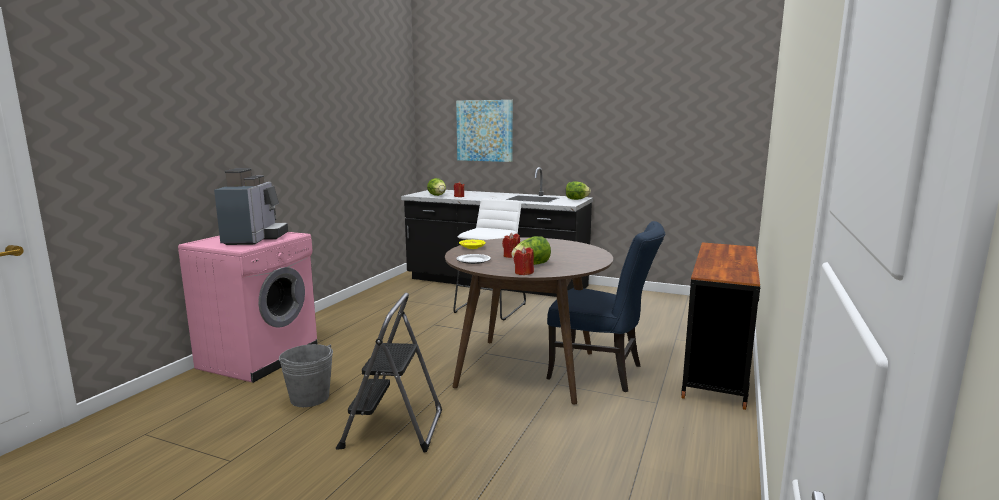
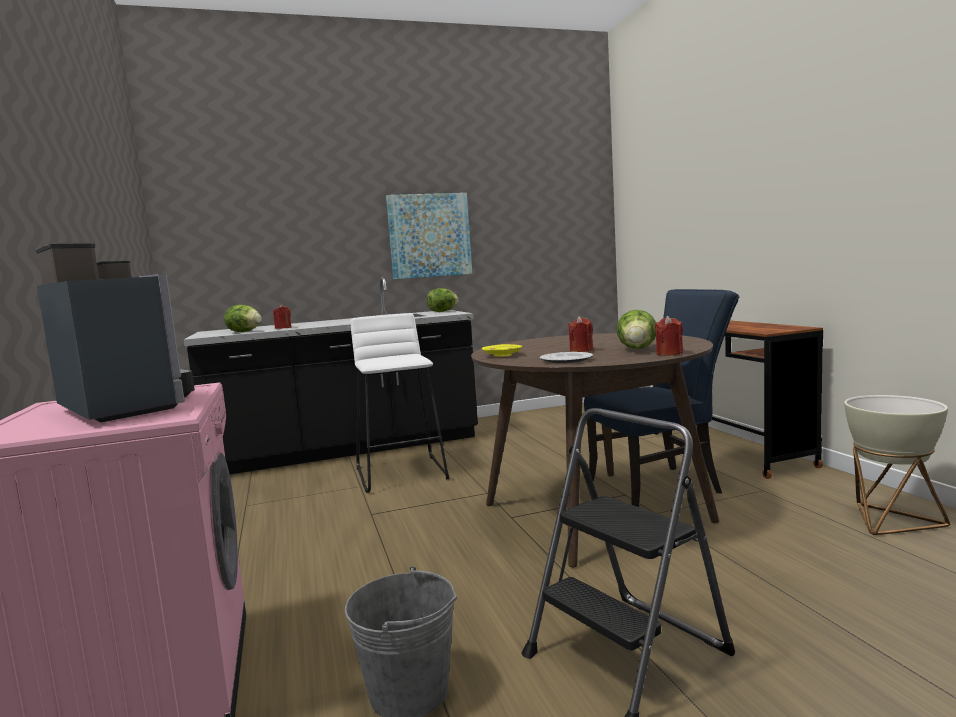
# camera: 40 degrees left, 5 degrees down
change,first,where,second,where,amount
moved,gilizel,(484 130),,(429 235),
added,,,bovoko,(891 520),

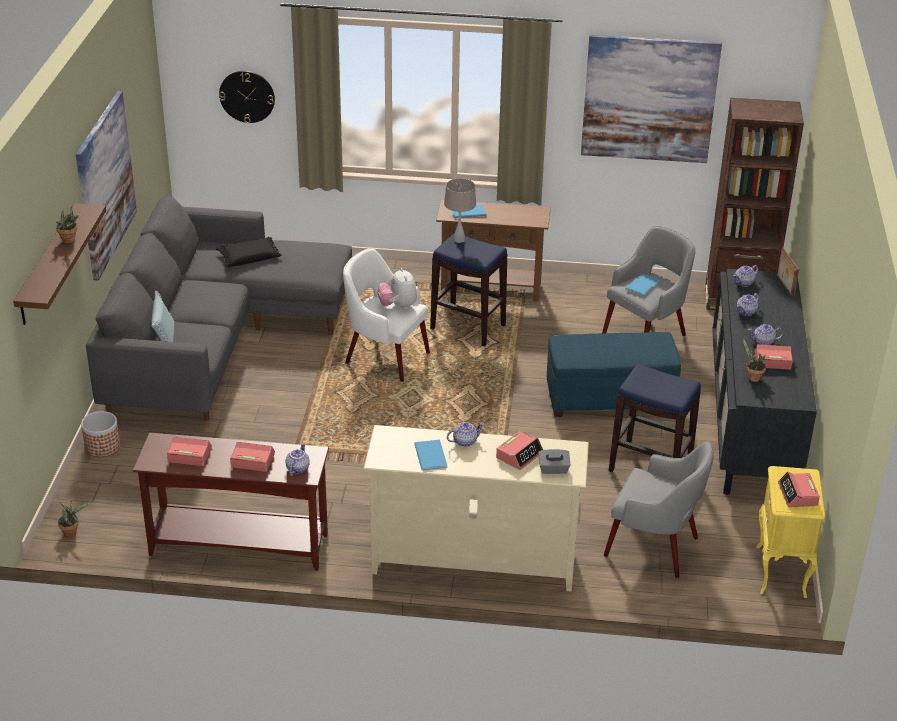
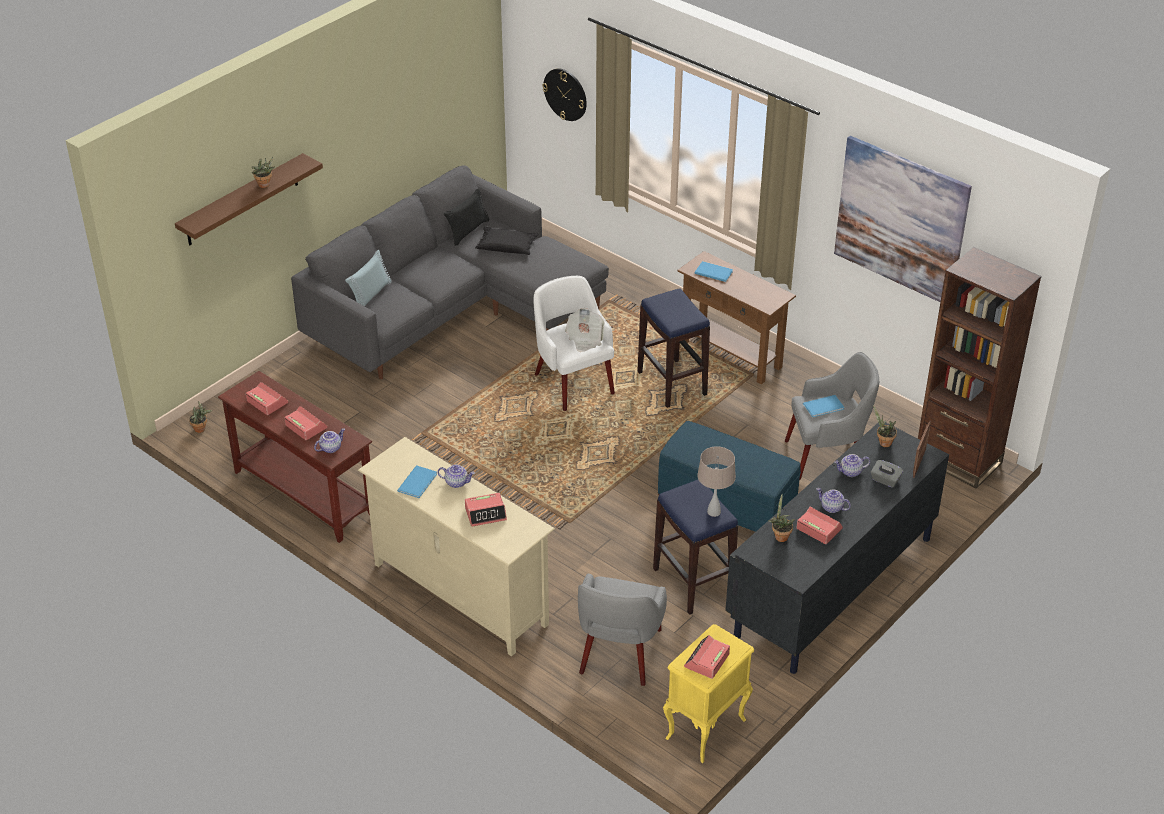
# camera: 35 degrees right, 5 degrees up
change,first,where,second,where,amount
removed,gilizel,(105 184),,,
moved,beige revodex,(459 239),,(714 511),
replaced,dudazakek,(744 283),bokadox,(883 442),
replaced,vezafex,(398 306),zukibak,(584 339),
removed,bovoko,(102 446),,,
turned,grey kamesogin,(654 547),,(619 653),45 degrees clockwise
moved,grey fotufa,(553 469),,(885 480),
added,,,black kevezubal,(468 231),

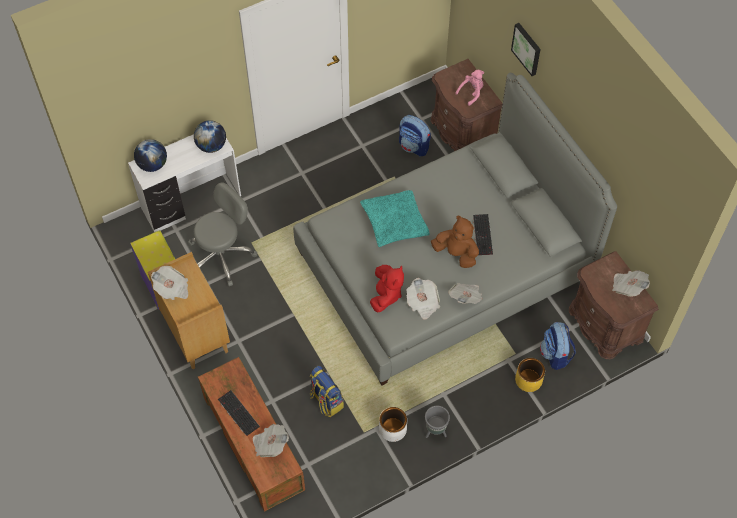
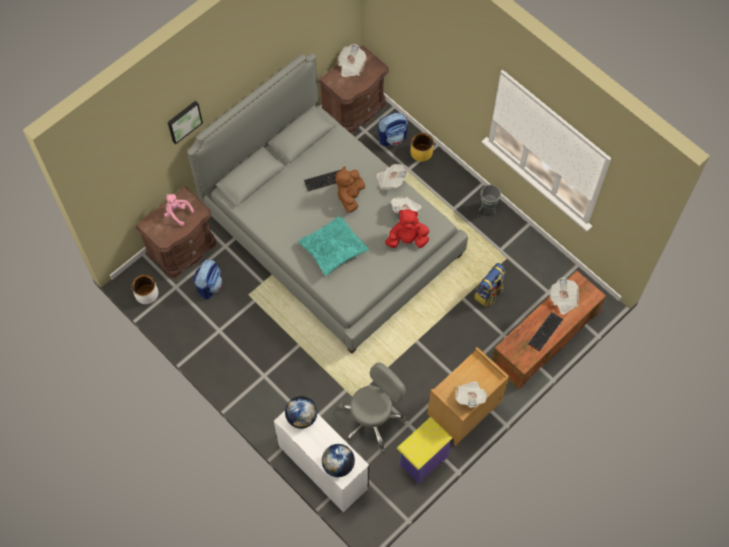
# camera: 105 degrees left, 5 degrees up
change,first,where,second,where,amount
turned,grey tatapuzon,(223 254),,(373 419),105 degrees clockwise
moved,white bovoko,(392 429),,(147 294),

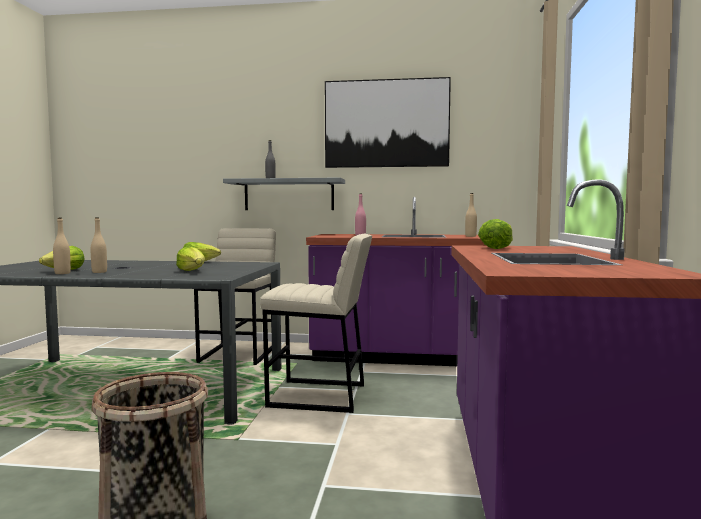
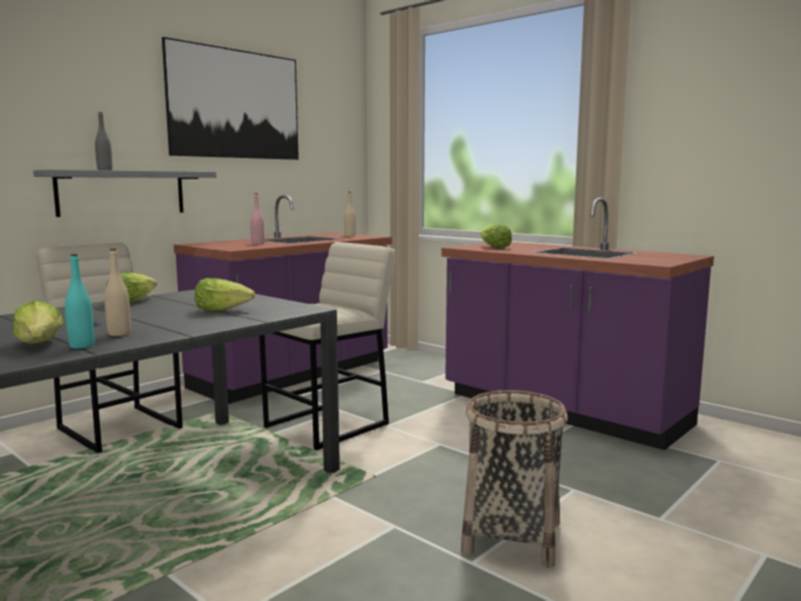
# camera: 55 degrees left, 5 degrees up
change,first,where,second,where,amount
recoloured,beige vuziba,(62 273),turquoise vuziba,(82 346),

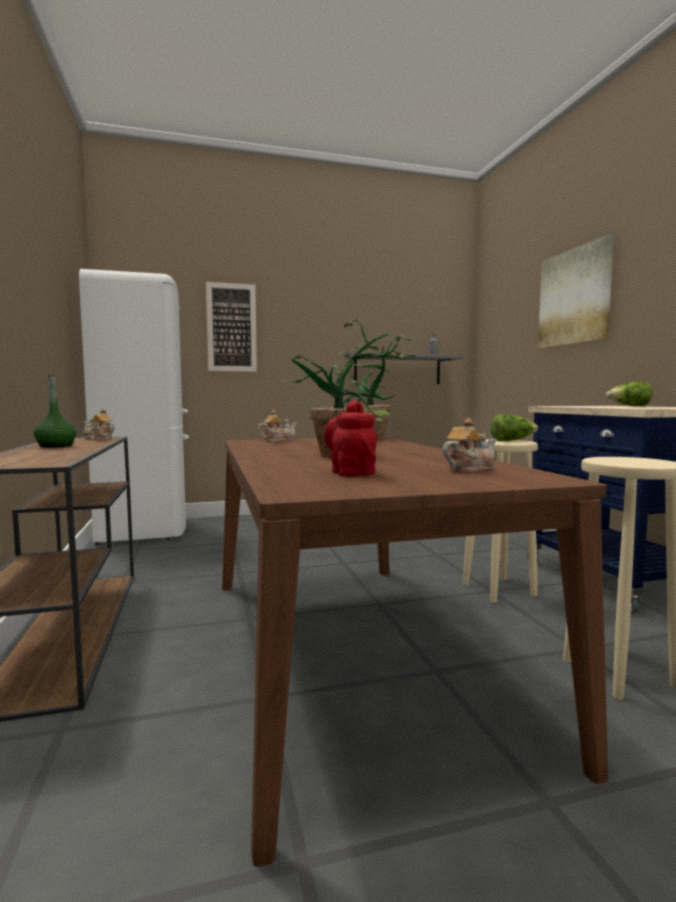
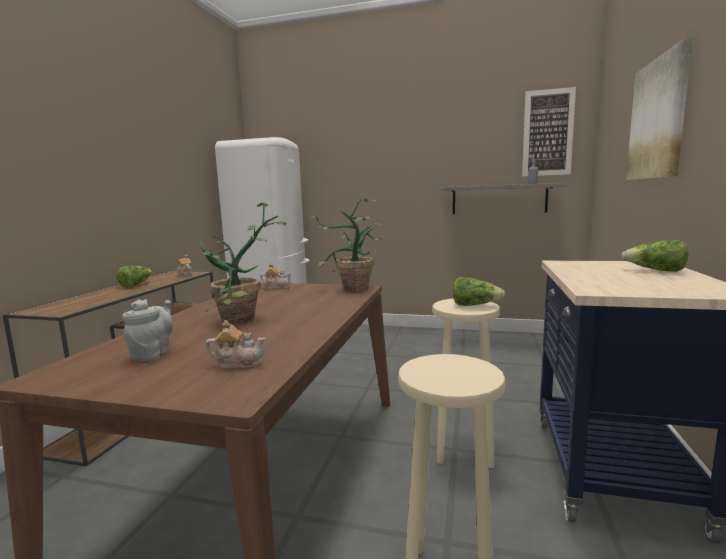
# camera: 30 degrees right, 5 degrees up
change,first,where,second,where,amount
moved,gilizel,(231 327),,(548 133),
replaced,green vuziba,(56 446),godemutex,(136 285),
recoloured,red dudazakek,(351 473),grey dudazakek,(153 353),

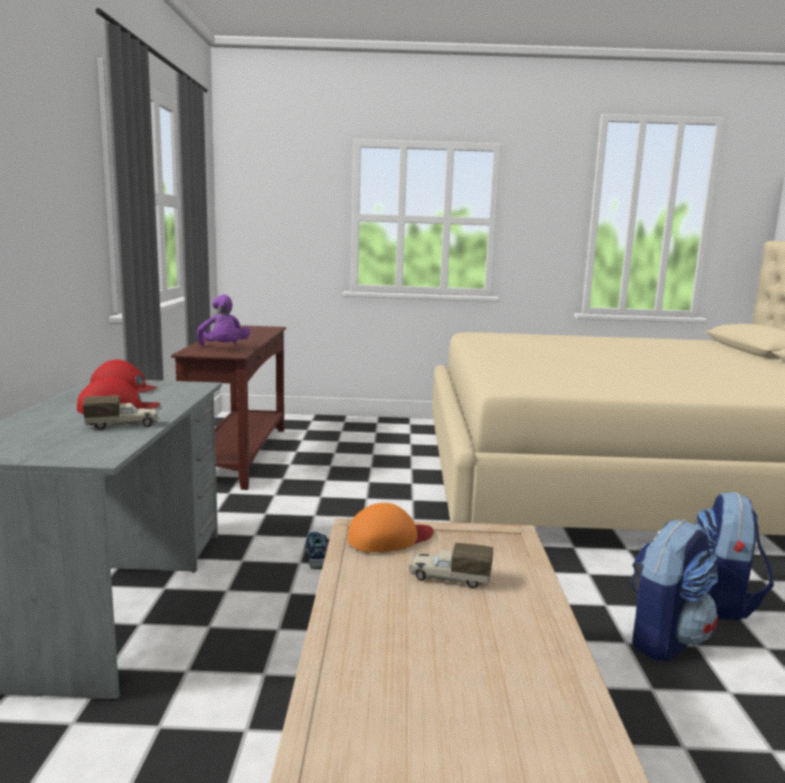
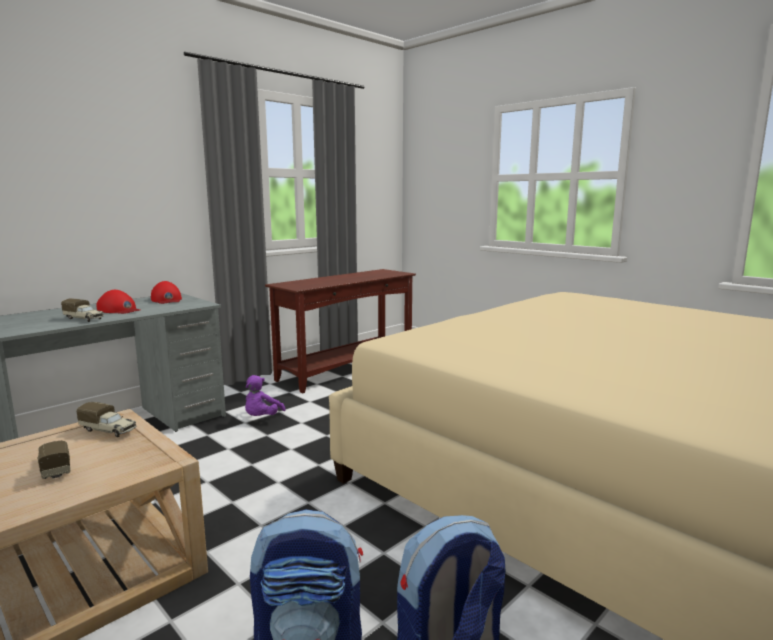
# camera: 45 degrees right, 0 degrees up
change,first,where,second,where,amount
moved,purple vezafex,(224 348),,(262 418),
replaced,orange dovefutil,(389 538),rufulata,(109 430),
removed,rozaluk,(316 555),,,

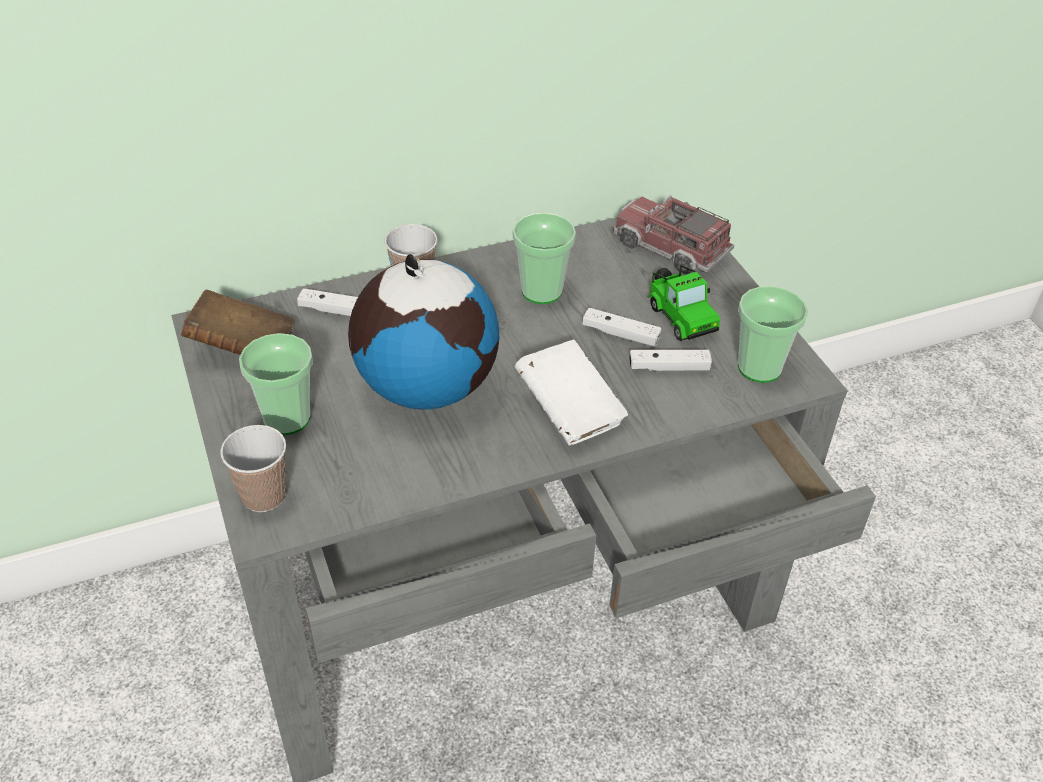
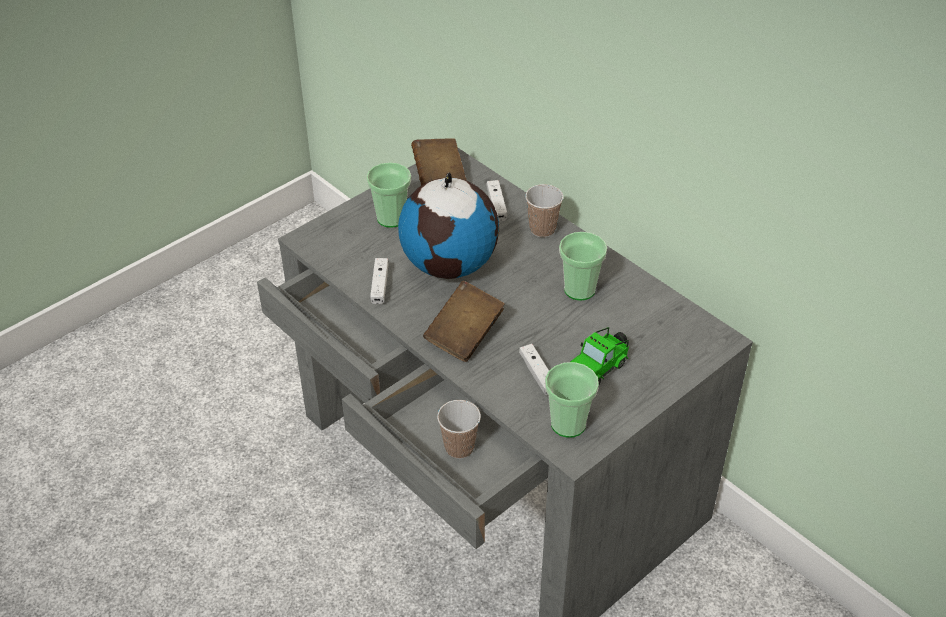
# camera: 70 degrees right, 0 degrees up
change,first,where,second,where,amount
removed,rufulata,(670 248),,,
moved,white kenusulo,(620 334),,(379 285),
recoloured,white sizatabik,(569 411),brown sizatabik,(464 335),
moved,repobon,(264 496),,(459 447),

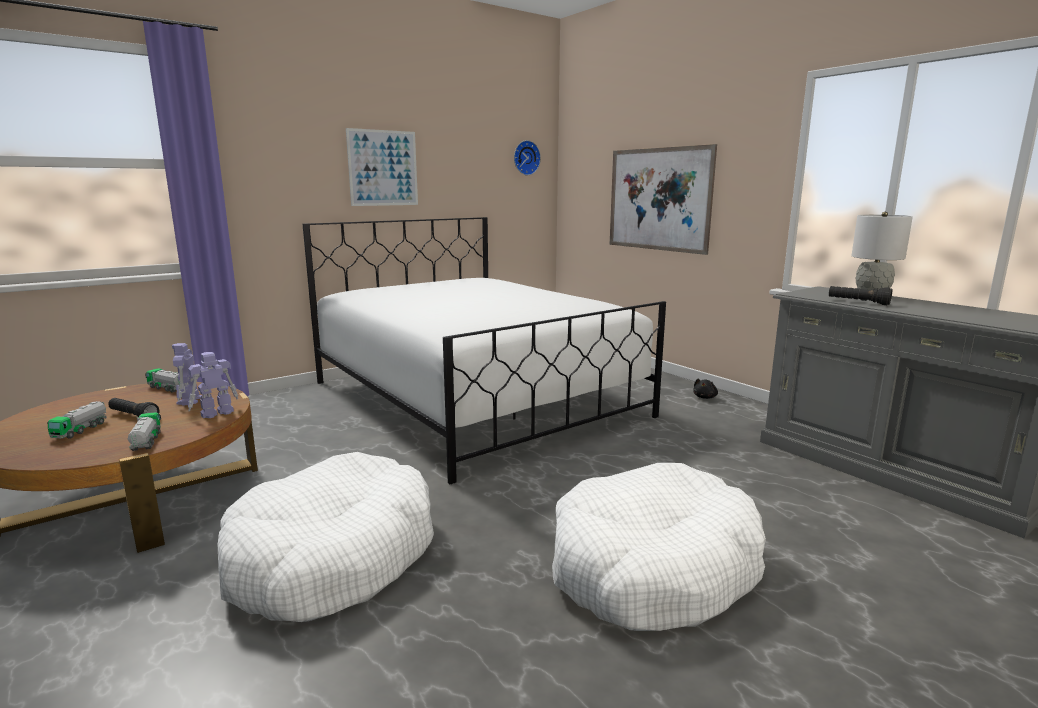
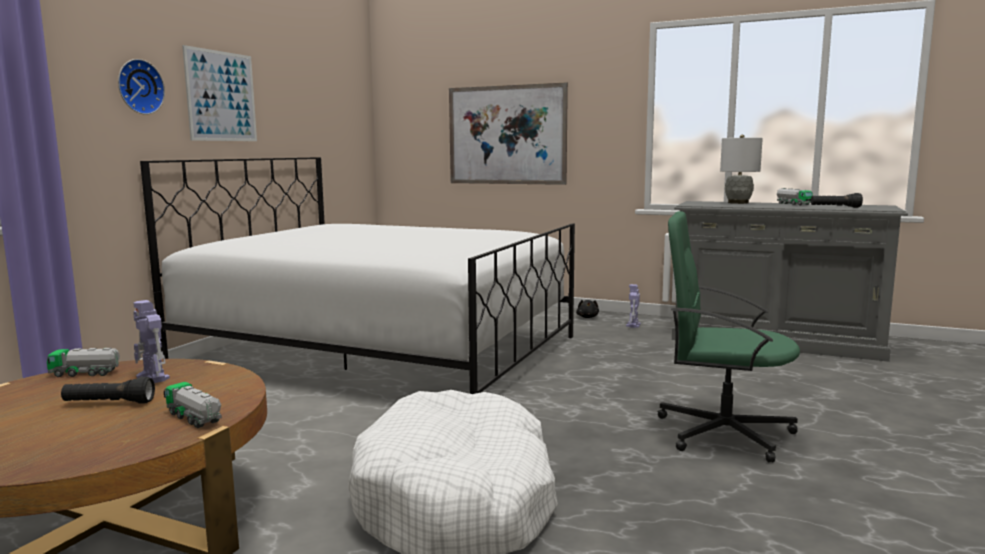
# camera: 30 degrees left, 5 degrees down
change,first,where,second,where,amount
moved,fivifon,(525 158),,(138 87),
moved,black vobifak,(858 302),,(835 207),
moved,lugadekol,(216 413),,(633 325),
moved,rufulata,(81 430),,(793 204),
replaced,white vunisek,(652 567),green tatapuzon,(722 432),

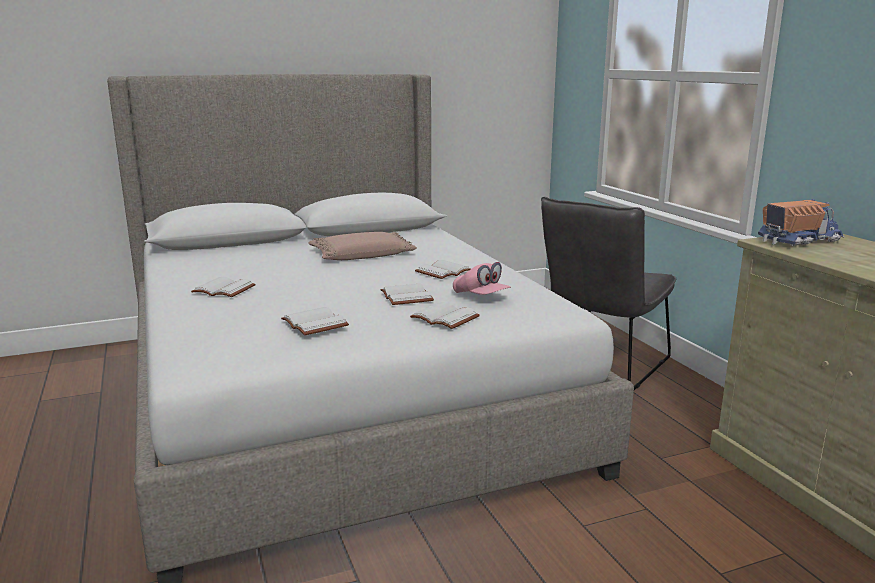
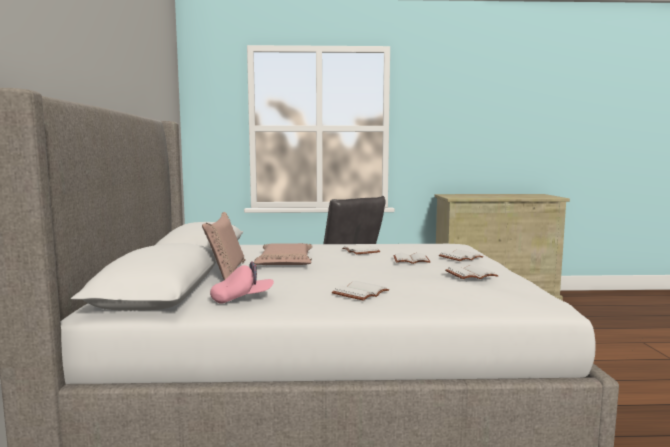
# camera: 70 degrees left, 10 degrees down
change,first,where,second,where,amount
removed,rufulata,(797 241),,,
moved,pink dovefutil,(481 297),,(242 299),
added,,,beige kevezubal,(226 272),

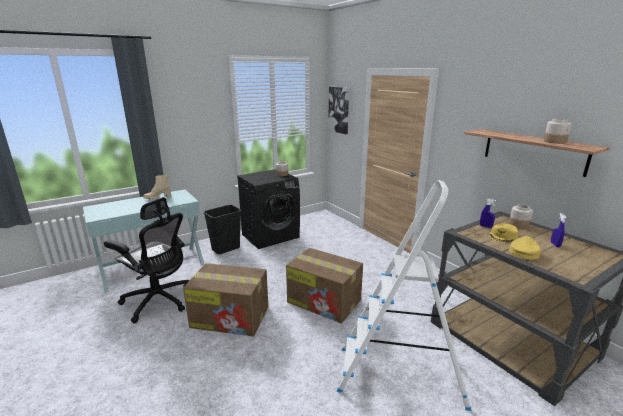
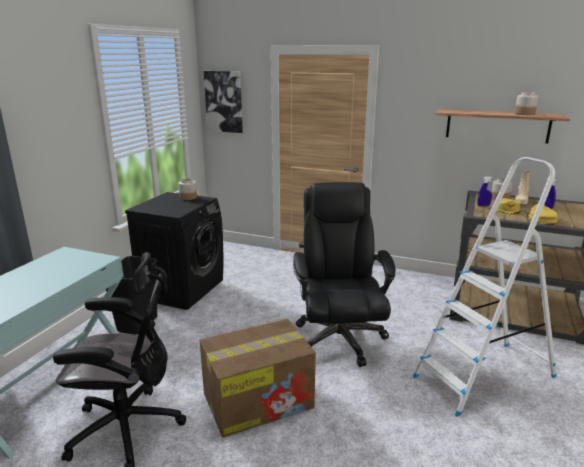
# camera: 35 degrees left, 0 degrees up
change,first,where,second,where,amount
moved,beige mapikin,(157 197),,(520 201),
replaced,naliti,(325 301),black tatapuzon,(339 338),

